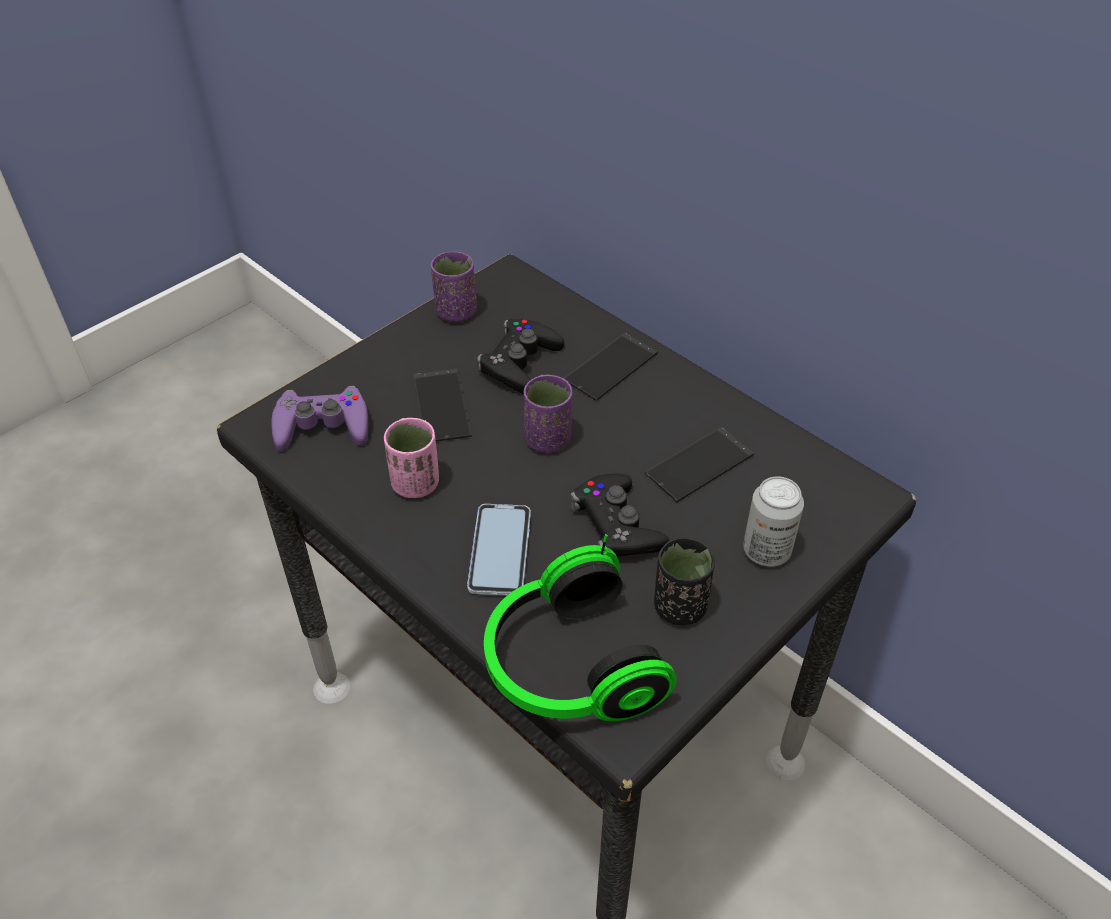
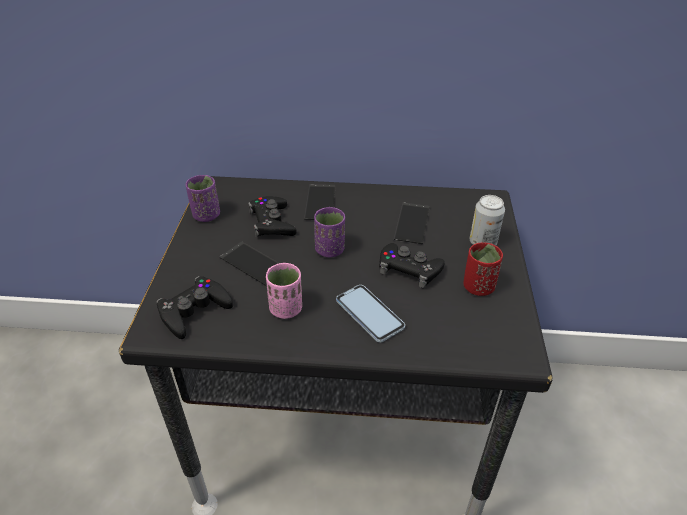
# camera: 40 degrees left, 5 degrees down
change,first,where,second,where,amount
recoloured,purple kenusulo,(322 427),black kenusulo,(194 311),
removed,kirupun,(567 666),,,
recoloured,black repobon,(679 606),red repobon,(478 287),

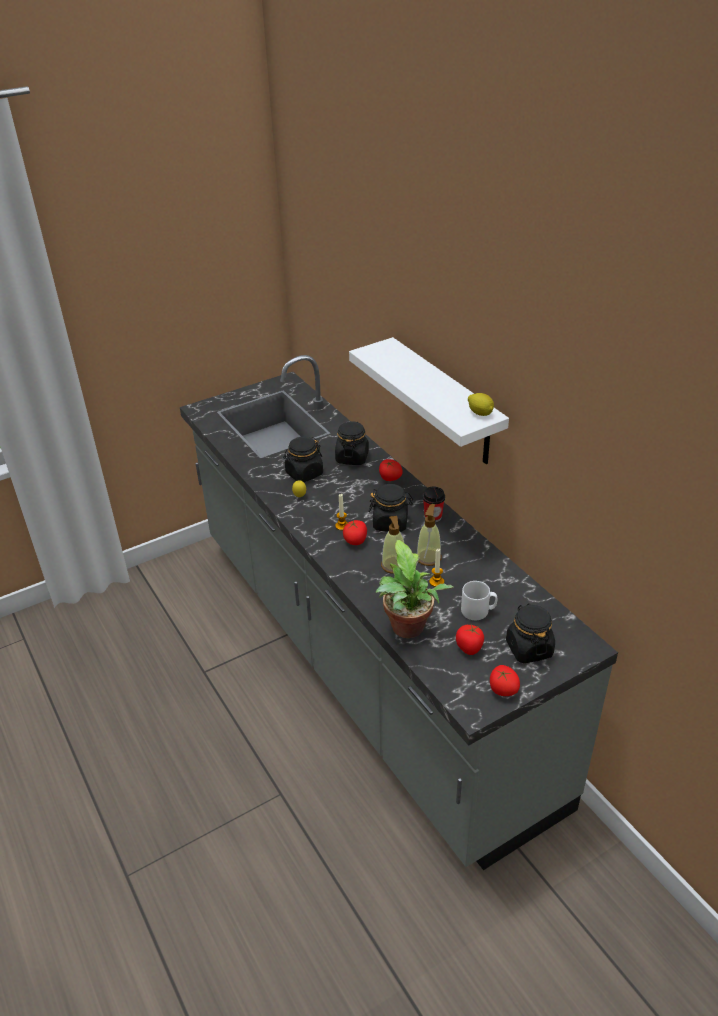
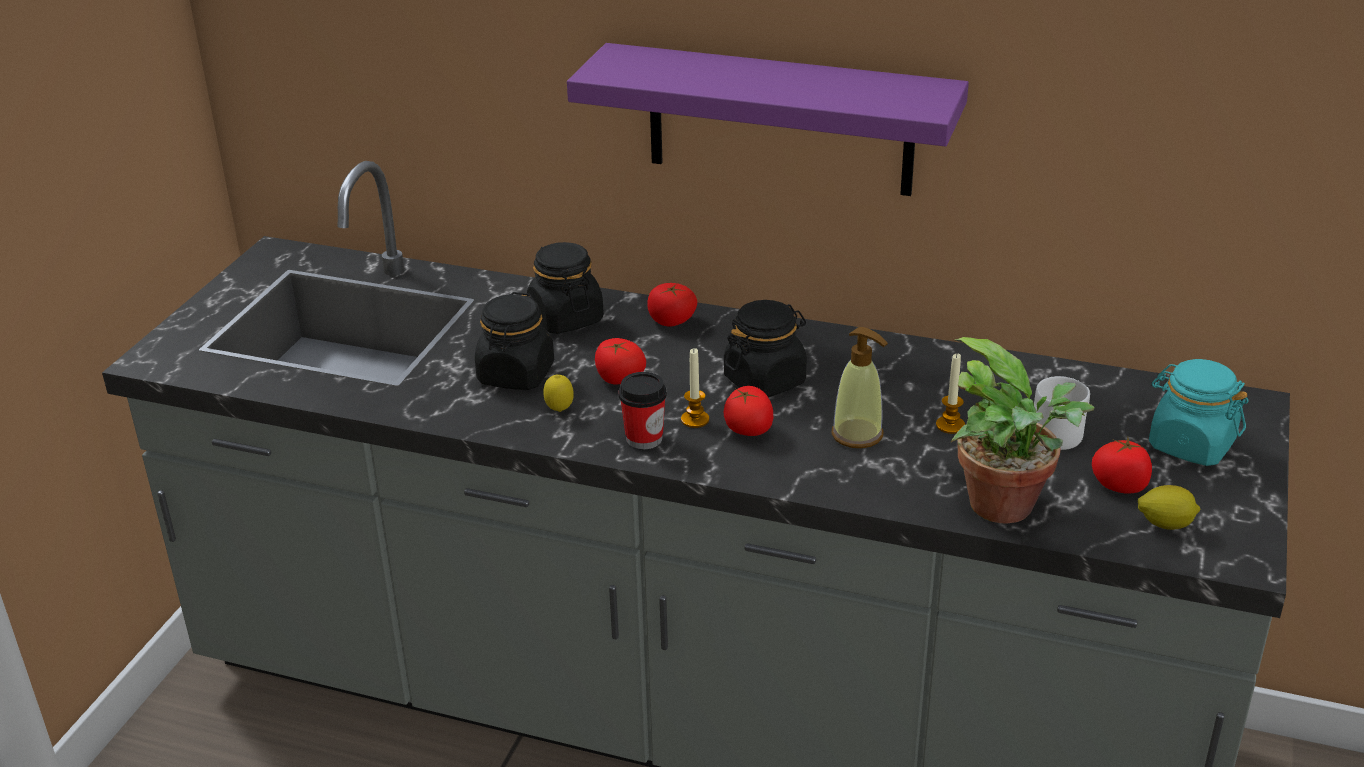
# camera: 40 degrees left, 5 degrees down
change,first,where,second,where,amount
recoloured,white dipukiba,(445 402),purple dipukiba,(780 120),
moved,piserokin,(480 413),,(1165 524),
moved,repobon,(433 517),,(644 438),
removed,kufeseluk,(428 557),,,
recoloured,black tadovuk,(529 648),turquoise tadovuk,(1190 445),
moved,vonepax,(503 689),,(619 379),

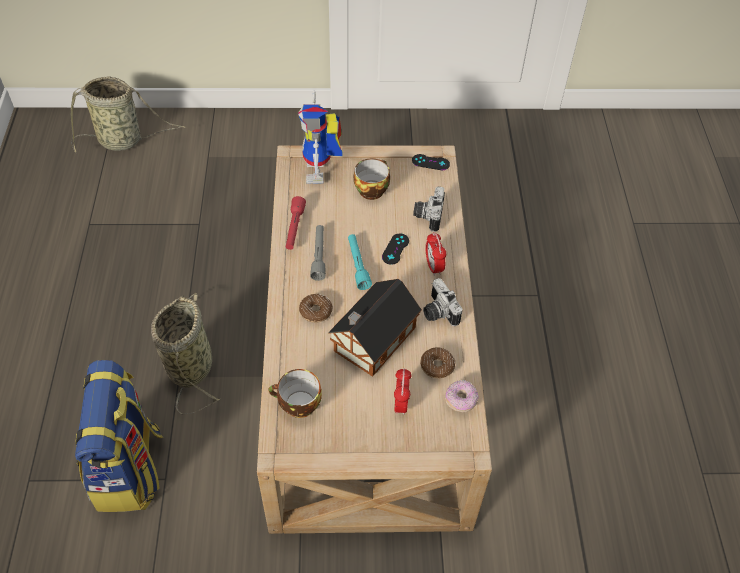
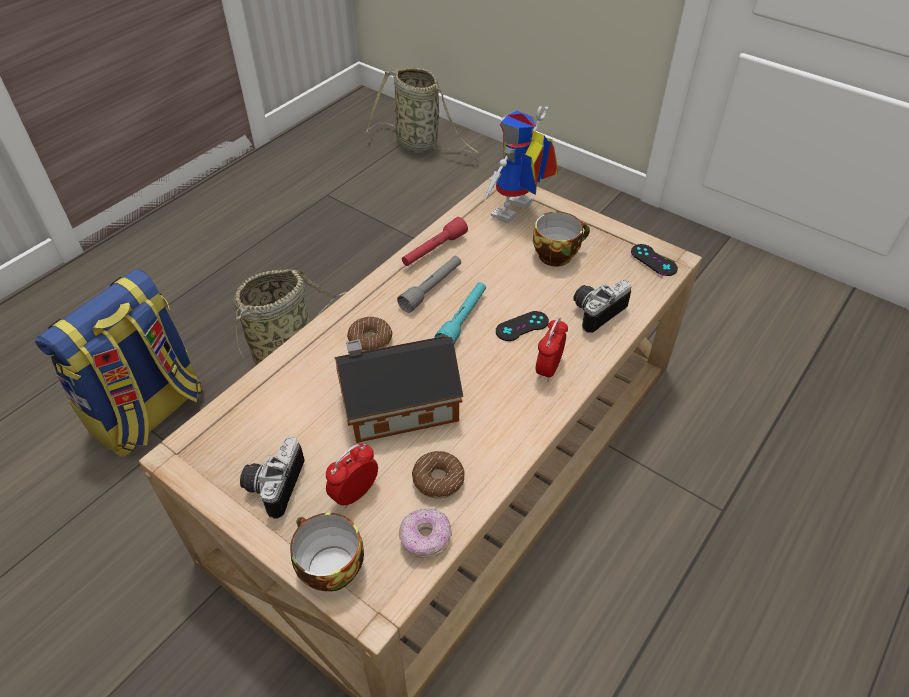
# camera: 40 degrees right, 5 degrees down
change,first,where,second,where,amount
moved,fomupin,(437 312),,(272 485),
moved,repobon,(297 405),,(328 567),

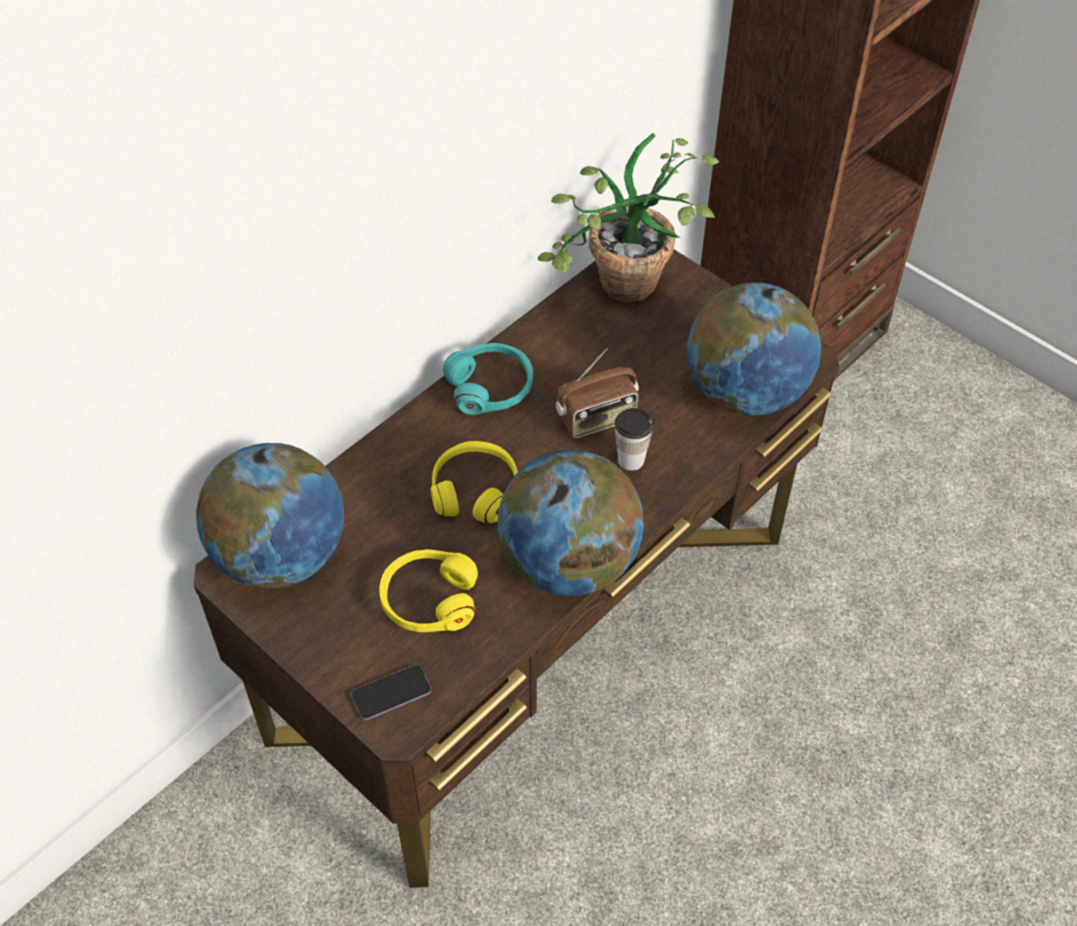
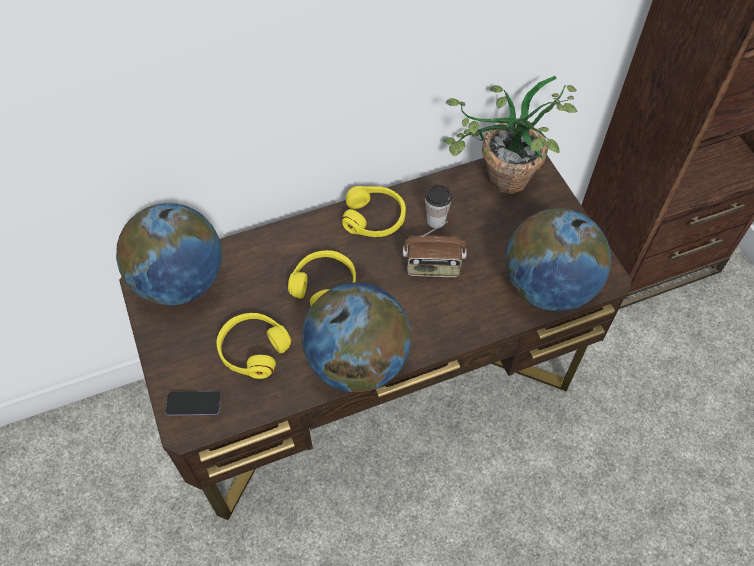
# camera: 25 degrees right, 5 degrees up
change,first,where,second,where,amount
recoloured,turquoise kirupun,(490 387),yellow kirupun,(374 218),
moved,repobon,(631 460),,(436 221),

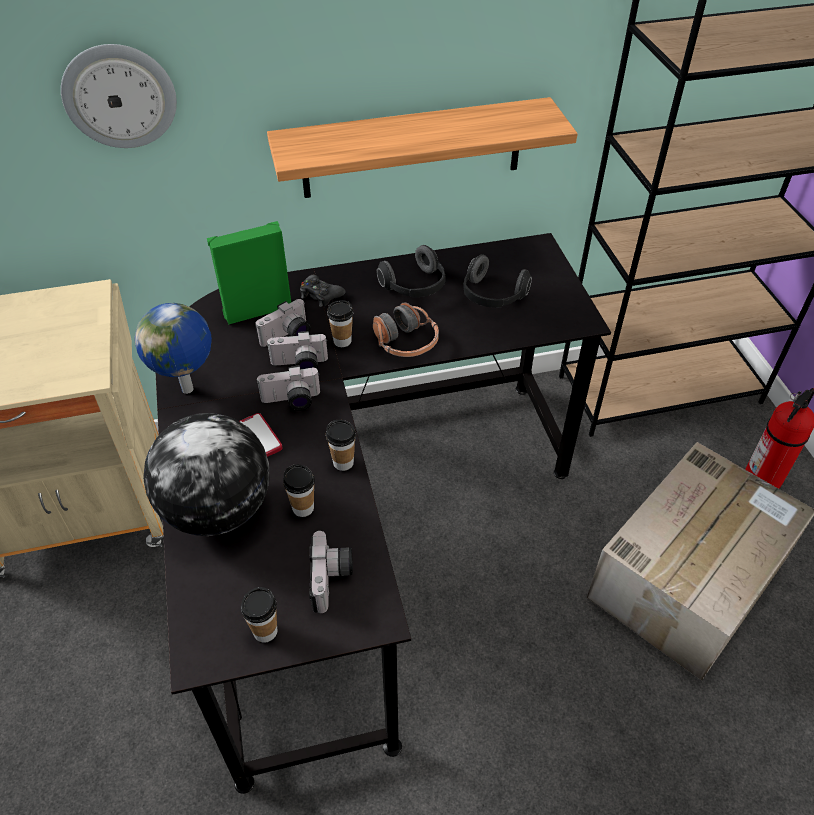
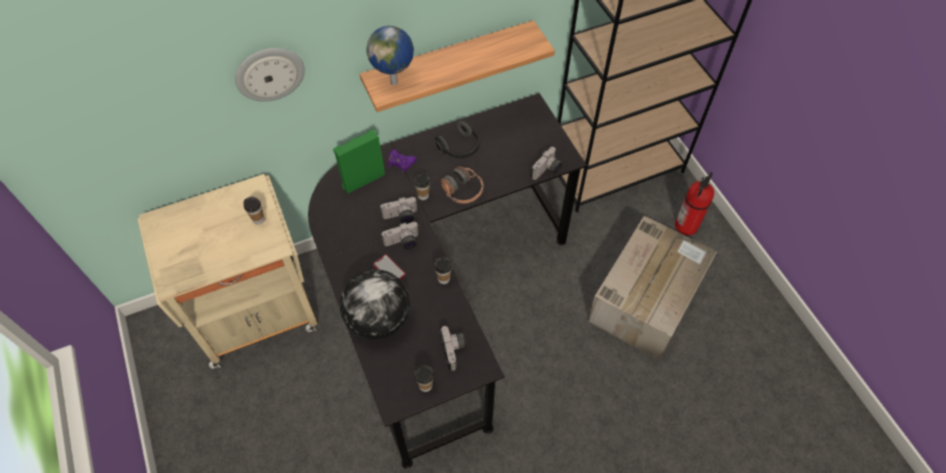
# camera: 10 degrees left, 10 degrees up
change,first,where,second,where,amount
removed,kirupun,(492 296),,,
recoloured,black kenusulo,(320 295),purple kenusulo,(401 163),
moved,fomupin,(288 337),,(547 171),
moved,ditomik,(189 389),,(395 82),
moved,repobon,(303 508),,(258 219),

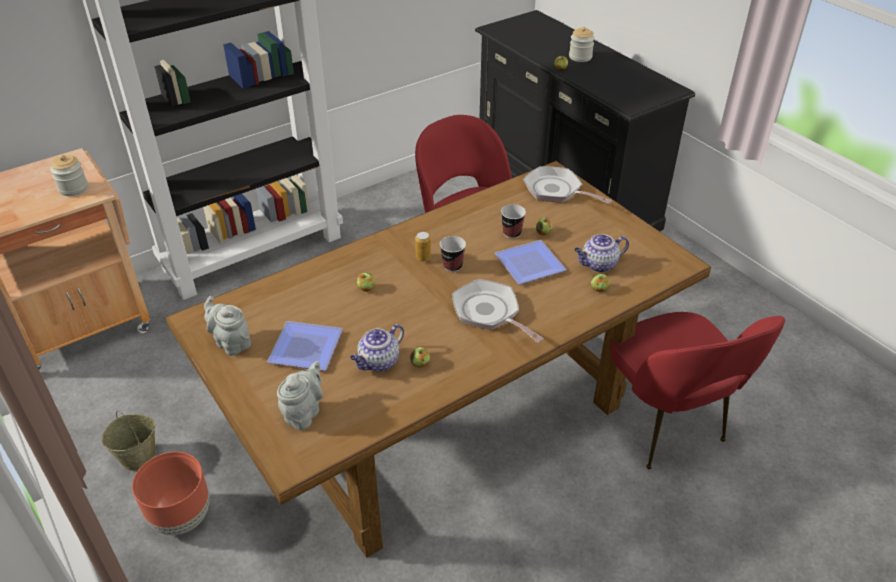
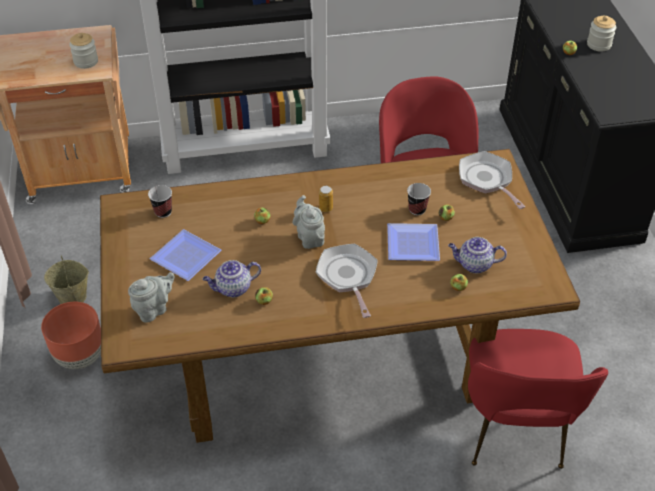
# camera: 25 degrees right, 5 degrees up
change,first,where,second,where,amount
moved,repobon,(452 266),,(163 212),
moved,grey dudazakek,(231 342),,(309 237),

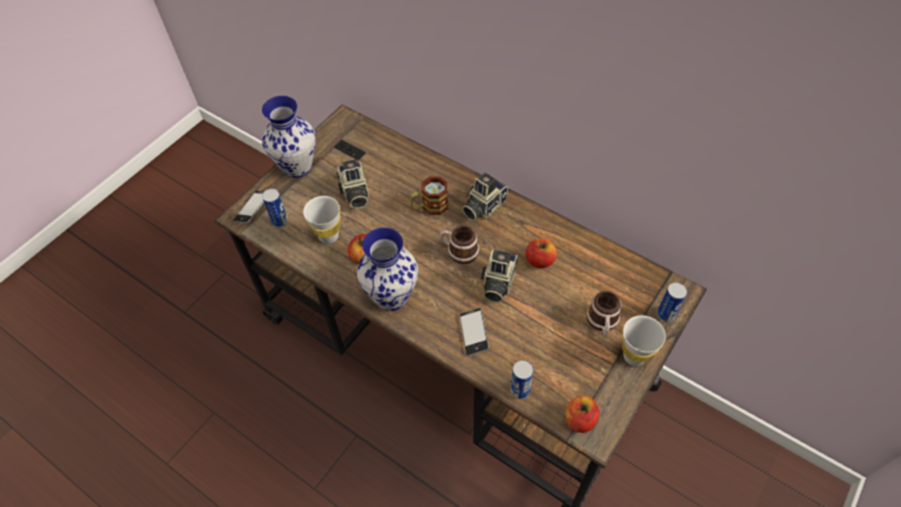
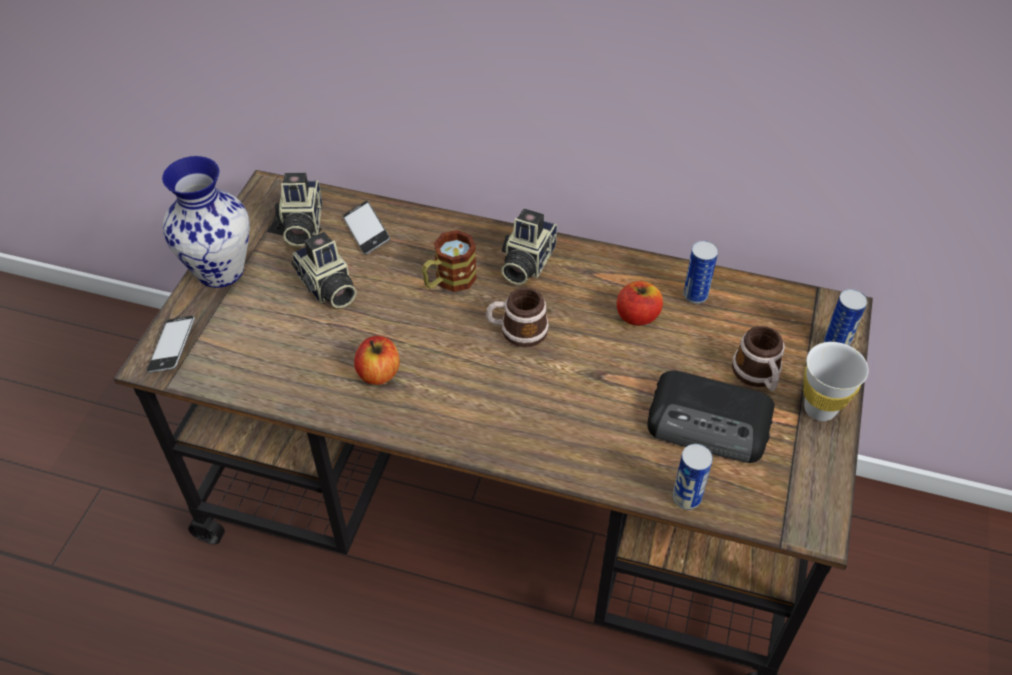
# camera: 20 degrees left, 5 degrees down
change,first,where,second,where,amount
moved,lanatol,(280 221),,(695 295),
removed,white repobon,(329 236),,,
removed,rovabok,(392 297),,,
moved,fomupin,(497 283),,(301 225),
moved,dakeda,(473 333),,(366 231),
removed,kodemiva,(580 420),,,
added,,,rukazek,(710 423),

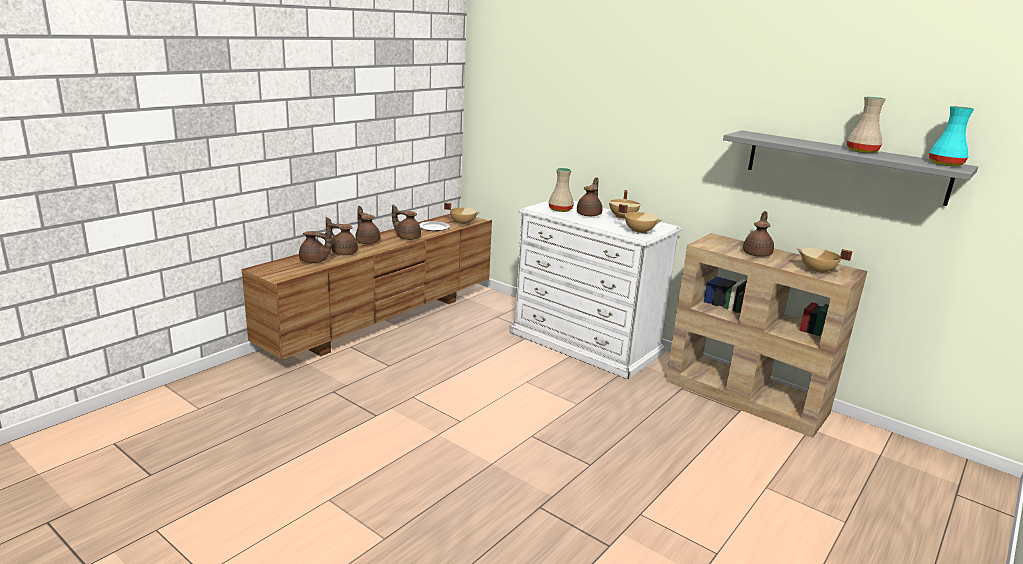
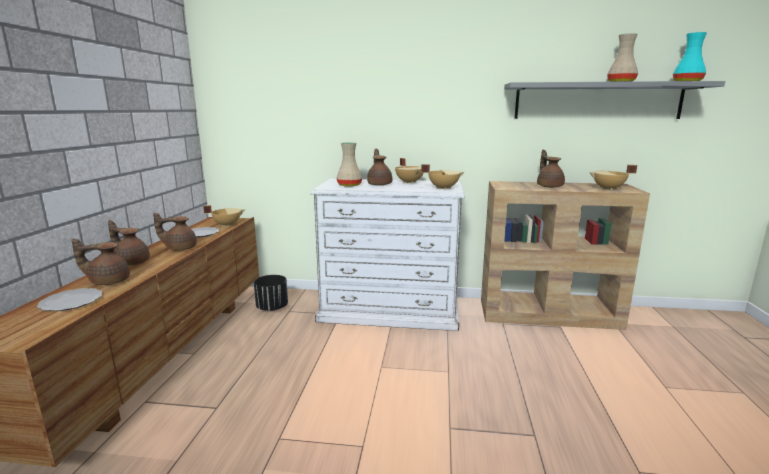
# camera: 30 degrees left, 5 degrees down
change,first,where,second,where,amount
replaced,brown dudazakek,(314 261),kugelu,(71 302),
added,,,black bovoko,(272 308),

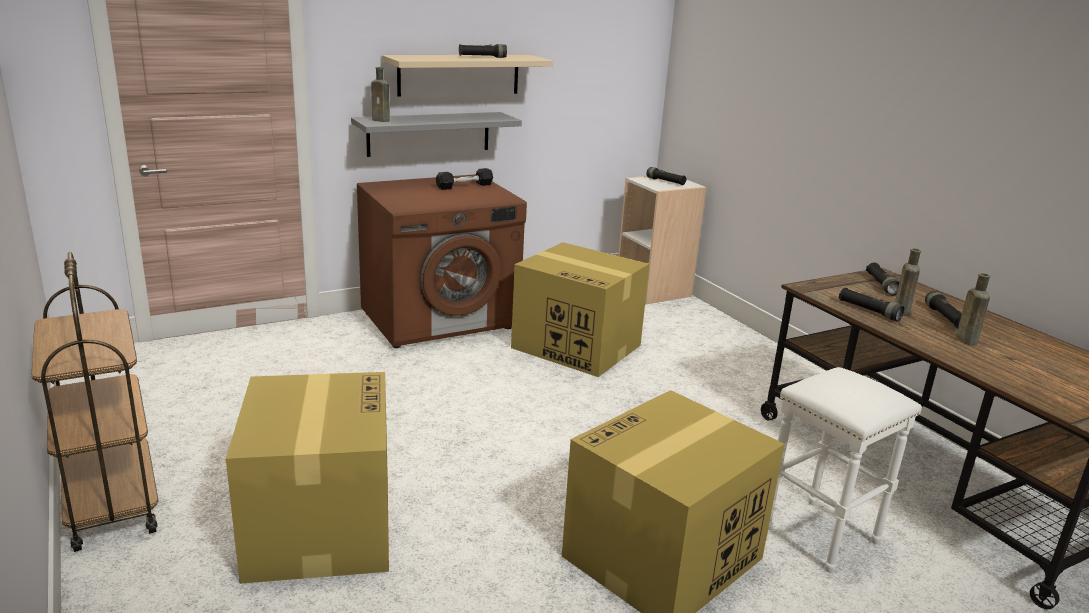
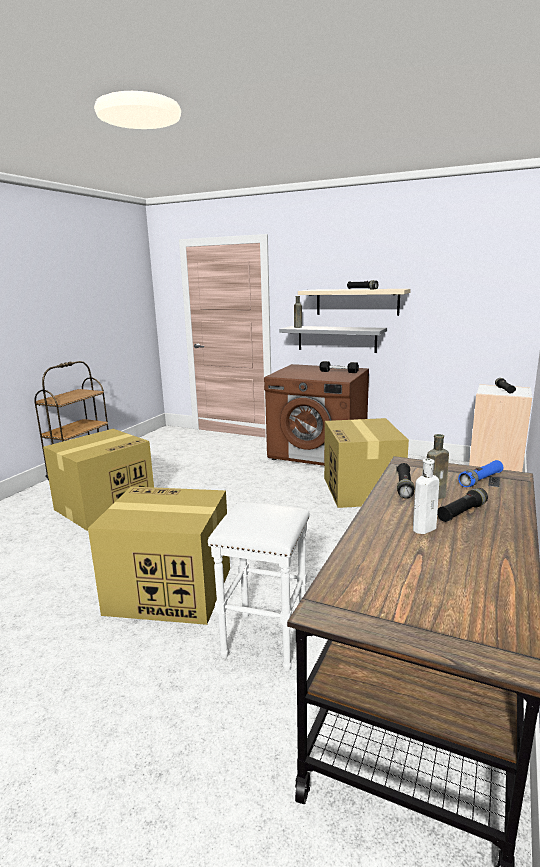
# camera: 55 degrees right, 5 degrees down
change,first,where,second,where,amount
recoloured,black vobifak,(881 285),blue vobifak,(480 480),
recoloured,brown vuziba,(965 339),white vuziba,(425 528),

